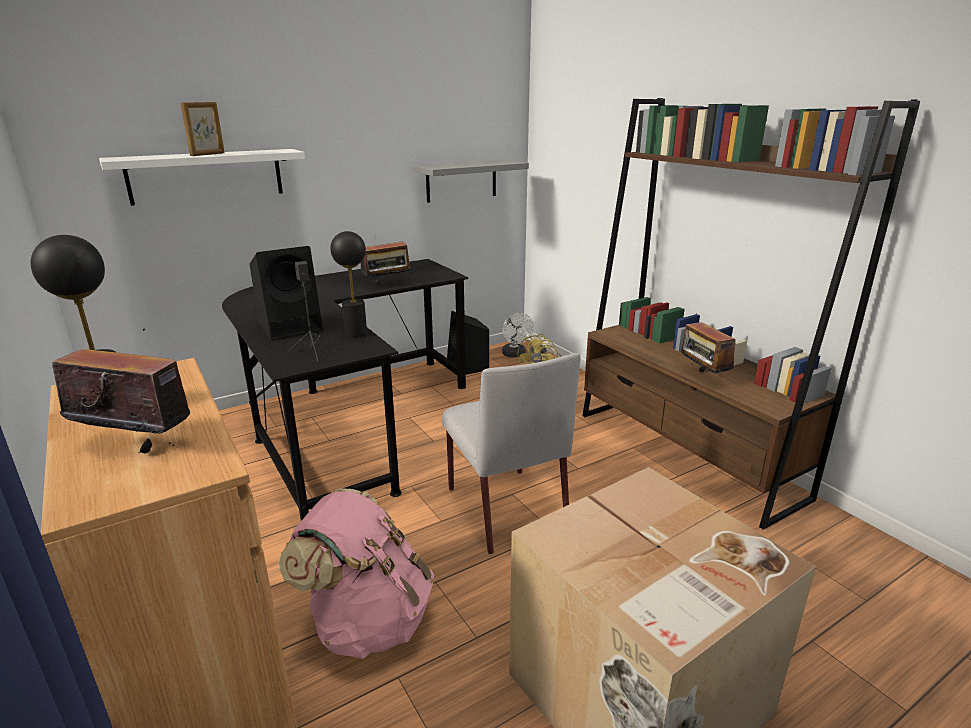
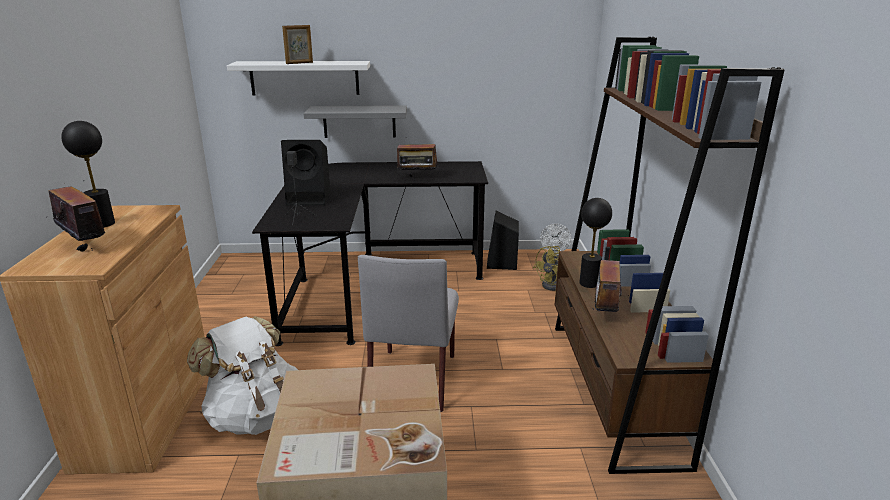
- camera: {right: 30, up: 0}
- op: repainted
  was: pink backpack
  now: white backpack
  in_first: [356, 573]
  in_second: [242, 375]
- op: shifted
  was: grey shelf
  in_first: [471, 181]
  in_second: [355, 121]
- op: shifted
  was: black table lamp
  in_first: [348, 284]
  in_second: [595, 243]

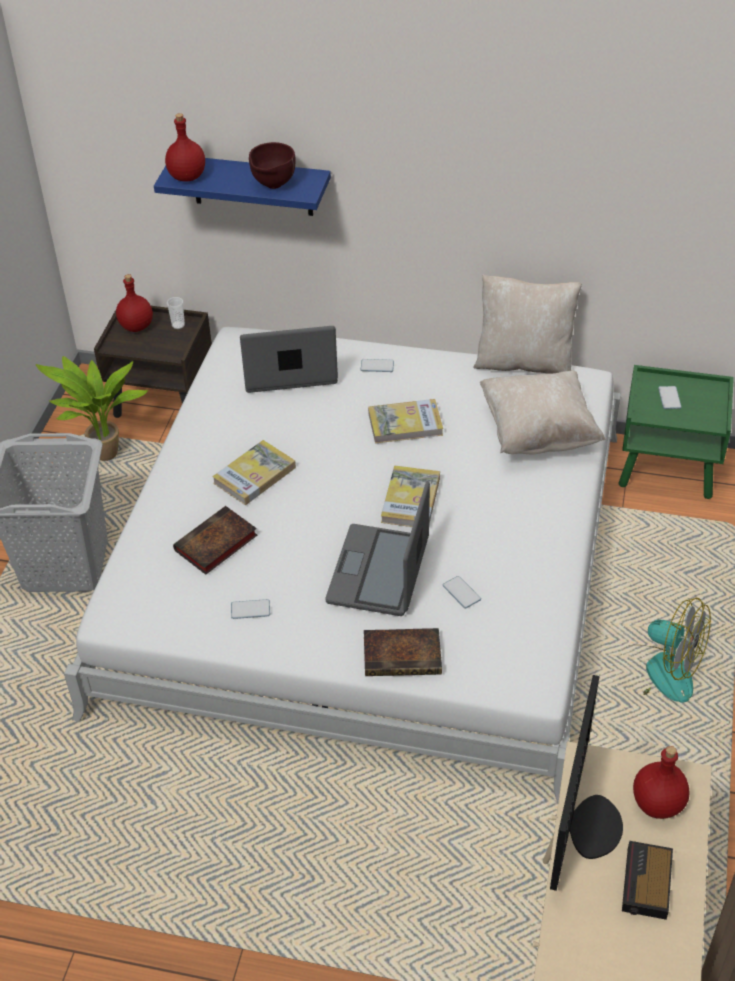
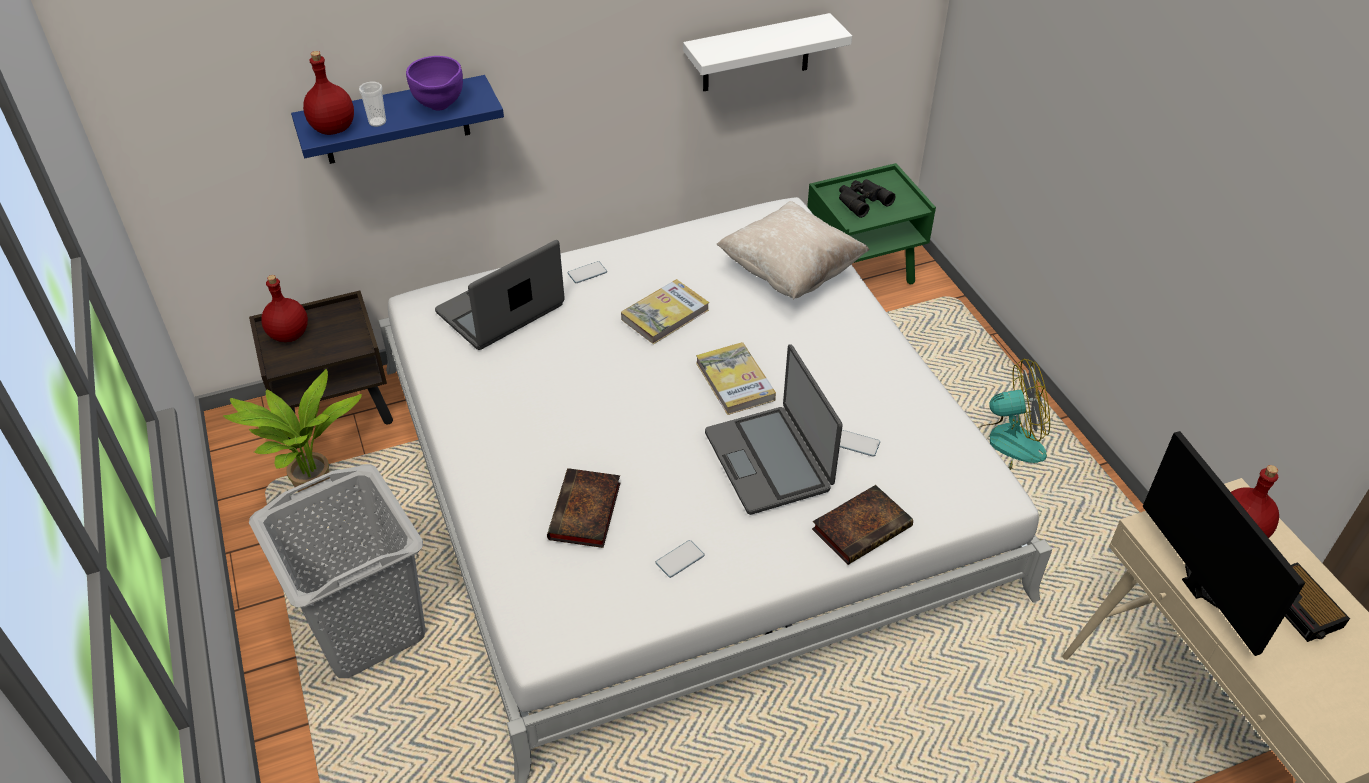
- camera: {right: -35, up: 0}
- op: shifted
  was: cup
  in_first: [176, 313]
  in_second: [372, 104]
- op: repainted
  was: brown bowl
  now: purple bowl
  in_first: [272, 165]
  in_second: [434, 83]
- op: new
  now: white shelf
  in_second: [767, 52]
- op: swapped
  was: phone
  now: black binoculars
  in_first: [670, 397]
  in_second: [867, 198]
- op: gone
  was: book
  in_first: [254, 472]
- op: gone
  was: beige pillow
  in_first: [527, 324]

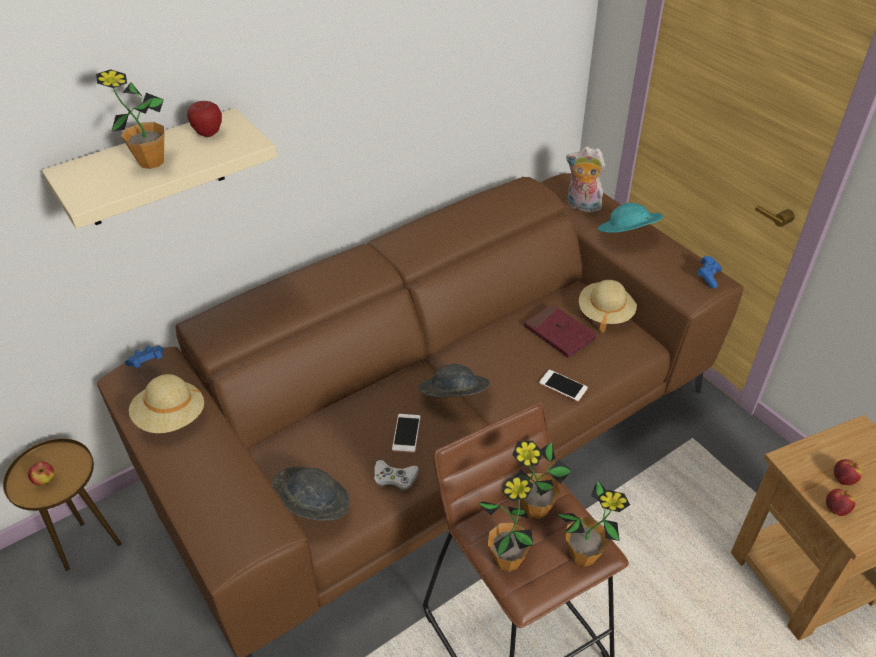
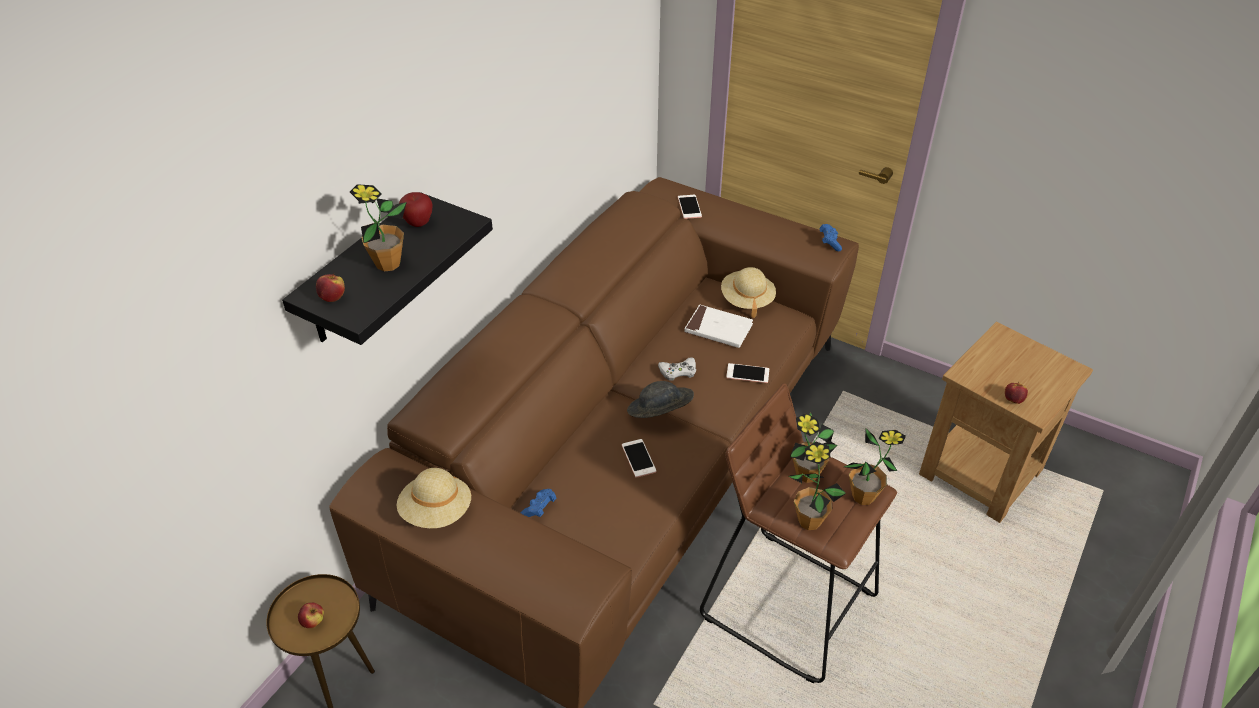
- camera: {right: -25, up: 0}
- op: repainted
  was: beige shelf
  now: black shelf
  in_first: [159, 168]
  in_second: [387, 268]
- op: shifted
  was: apple
  in_first: [848, 472]
  in_second: [330, 287]
- op: shifted
  was: blue game controller
  in_first: [144, 357]
  in_second: [538, 503]
- op: shifted
  was: white game controller
  in_first: [396, 475]
  in_second: [677, 369]
- op: swapped
  was: plush toy
  now: phone
  in_first: [585, 179]
  in_second: [690, 207]
- op: repainted
  was: red book
  now: white book
  in_first: [560, 331]
  in_second: [718, 326]
- op: gone
  was: grey hat
  in_first: [311, 494]
- op: gone
  was: turquoise hat
  in_first: [630, 218]

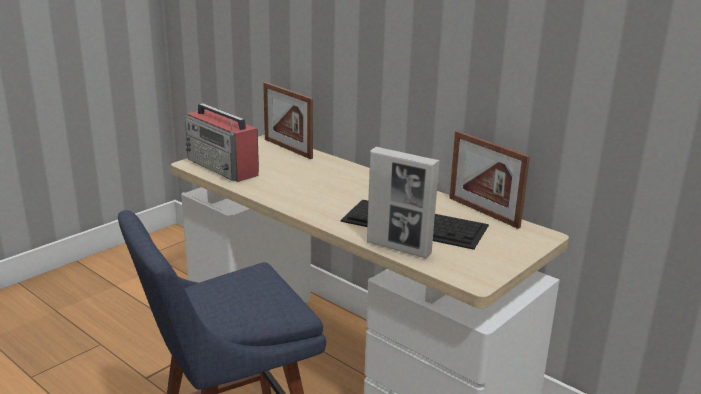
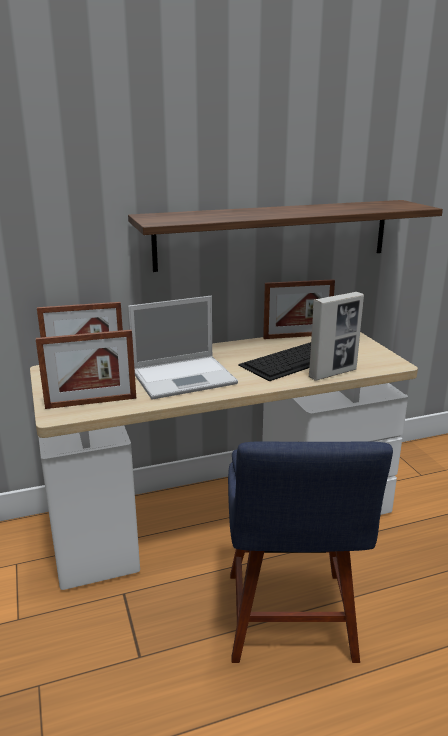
- camera: {right: -60, up: 0}
- op: swapped
  was: radio
  now: picture frame
  in_first: [222, 142]
  in_second: [86, 369]
- op: new
  now: shelf
  in_second: [285, 236]
- op: new
  now: laptop
  in_second: [183, 348]

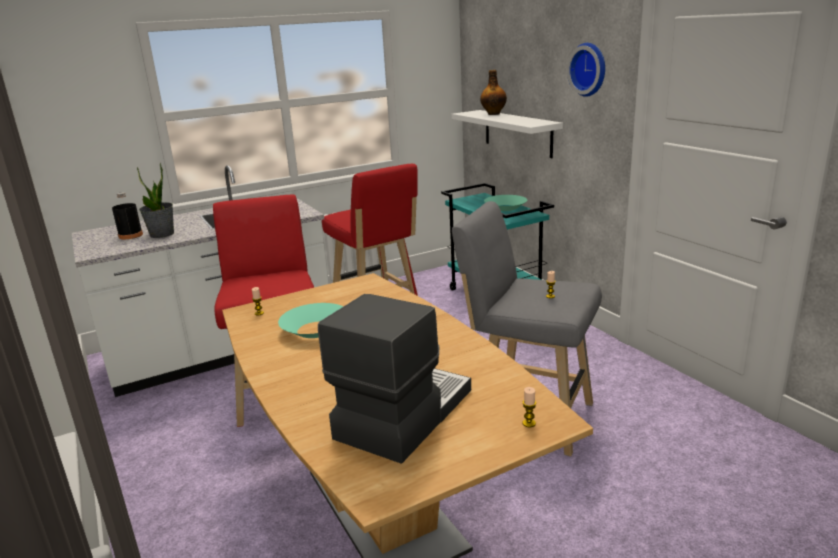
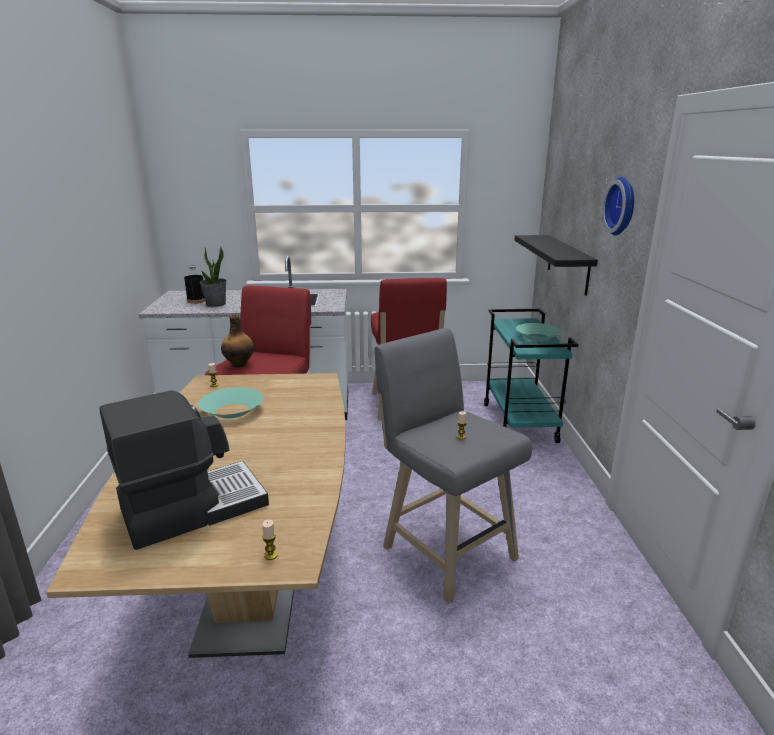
- camera: {right: 25, up: 0}
- op: shifted
  was: bottle
  in_first: [493, 92]
  in_second: [237, 341]
- op: repainted
  was: white shelf
  now: black shelf
  in_first: [507, 134]
  in_second: [556, 265]

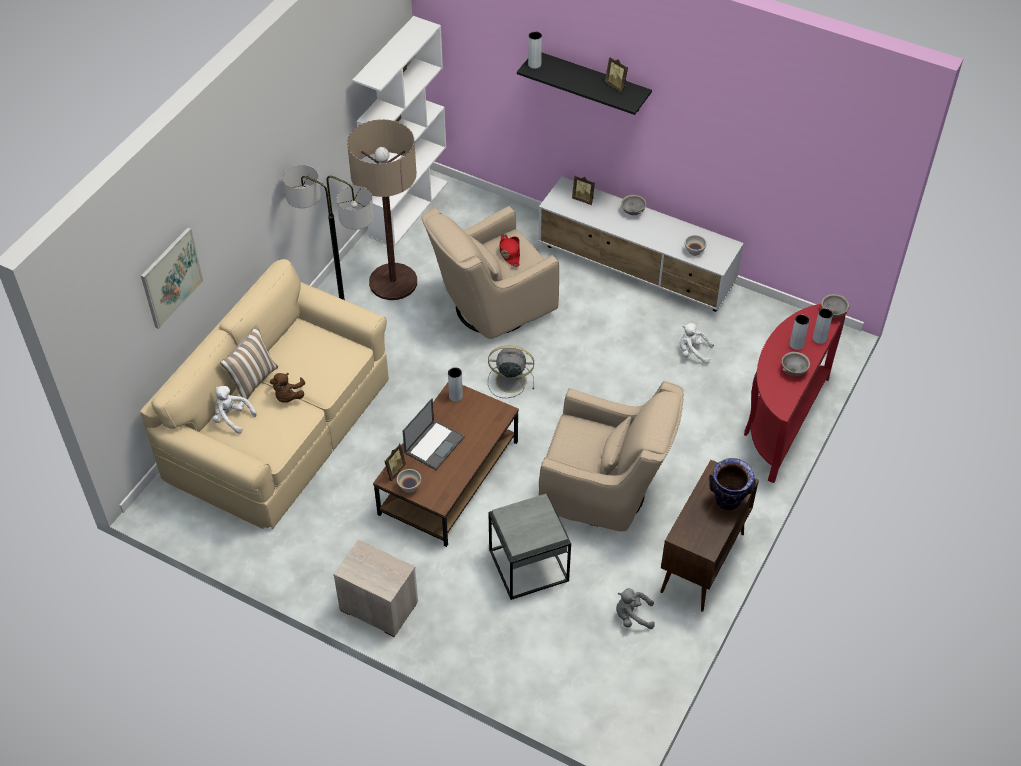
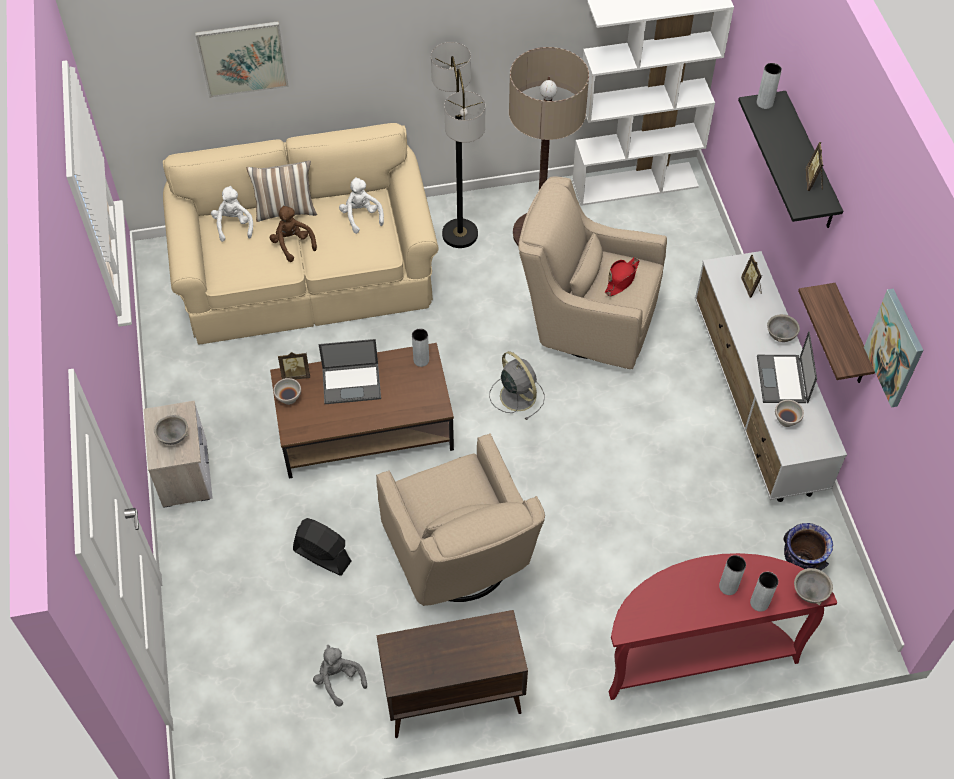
- camera: {right: 50, up: 5}
- op: shifted
  was: grey bowl
  in_first: [796, 364]
  in_second: [171, 430]
- op: rotated
  was: brown plush toy
  in_first: [287, 388]
  in_second: [293, 233]
  clockwise: 90
- op: swapped
  was: grey side table
  now: black fan
  in_first: [529, 547]
  in_second: [322, 547]
- op: shifted
  was: white plush toy
  in_first: [696, 343]
  in_second: [361, 205]
- op: new
  now: laptop
  in_second: [787, 367]
- op: shifted
  was: vase
  in_first: [732, 484]
  in_second: [808, 546]
- op: new
  now: shelf
  in_second: [836, 333]
- op: new
  now: picture
  in_second: [894, 348]

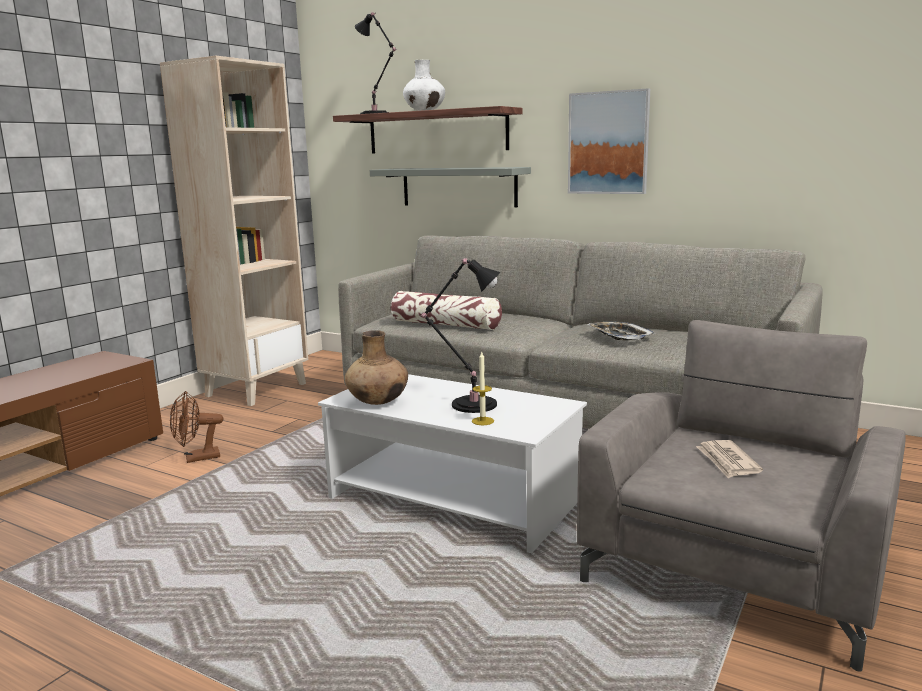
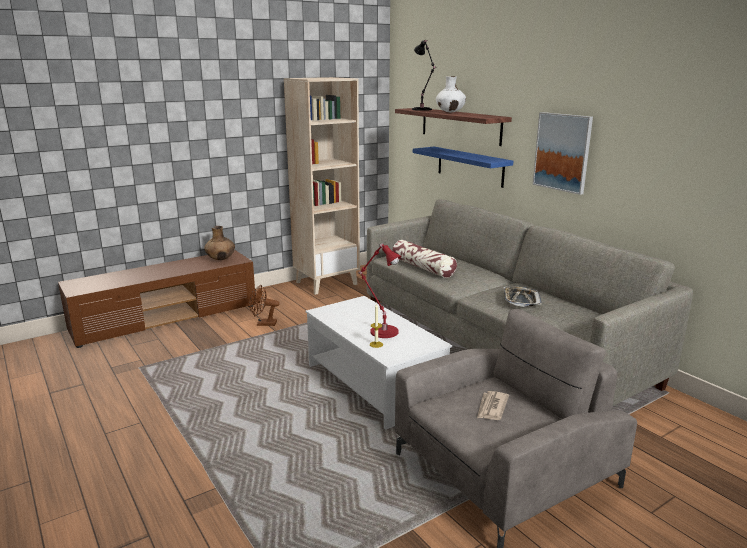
- camera: {right: 25, up: 5}
- op: shifted
  was: brown vase
  in_first: [376, 367]
  in_second: [219, 243]
- op: repainted
  was: black table lamp
  now: red table lamp
  in_first: [460, 335]
  in_second: [379, 291]
- op: repainted
  was: grey shelf
  now: blue shelf
  in_first: [450, 187]
  in_second: [463, 167]

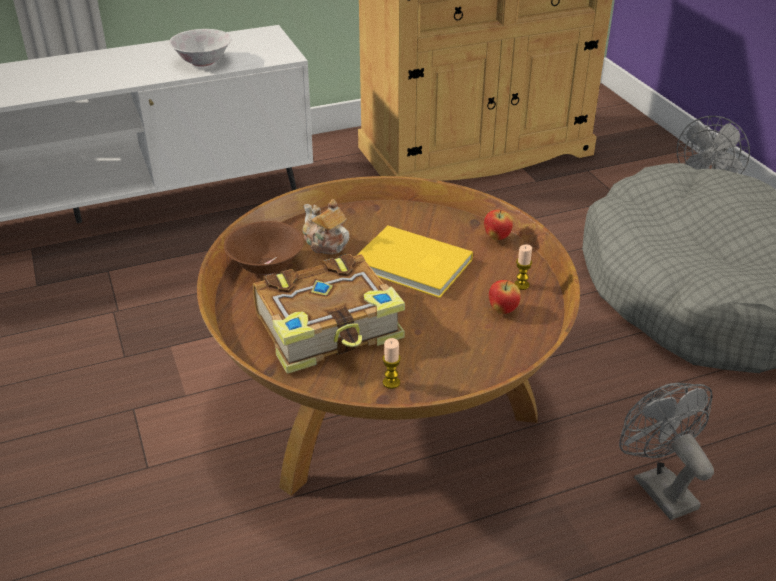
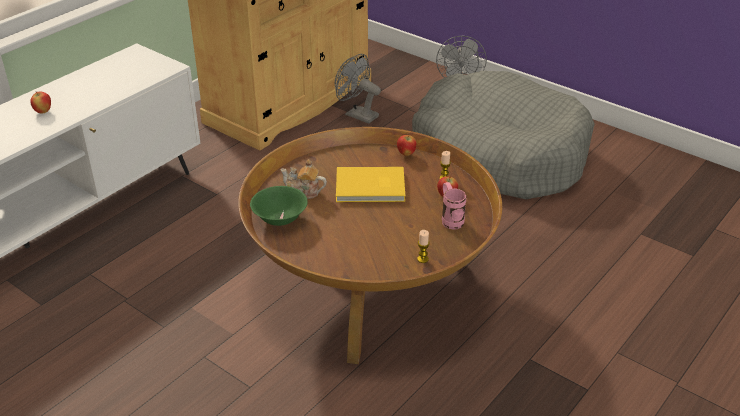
- camera: {right: -30, up: 0}
- op: new
  now: apple
  in_second: [40, 102]
- op: repainted
  was: brown bowl
  now: green bowl
  in_first: [264, 248]
  in_second: [279, 206]
- op: shifted
  was: grey fan
  in_first: [666, 451]
  in_second: [358, 89]
- op: new
  now: pink mug
  in_second: [454, 206]
- op: gone
  was: white bowl
  in_first: [200, 48]
- op: gone
  was: book
  in_first: [329, 314]

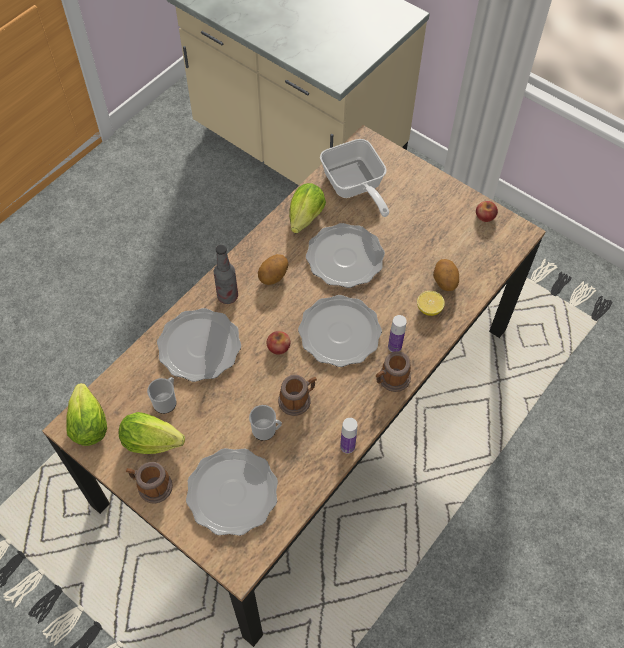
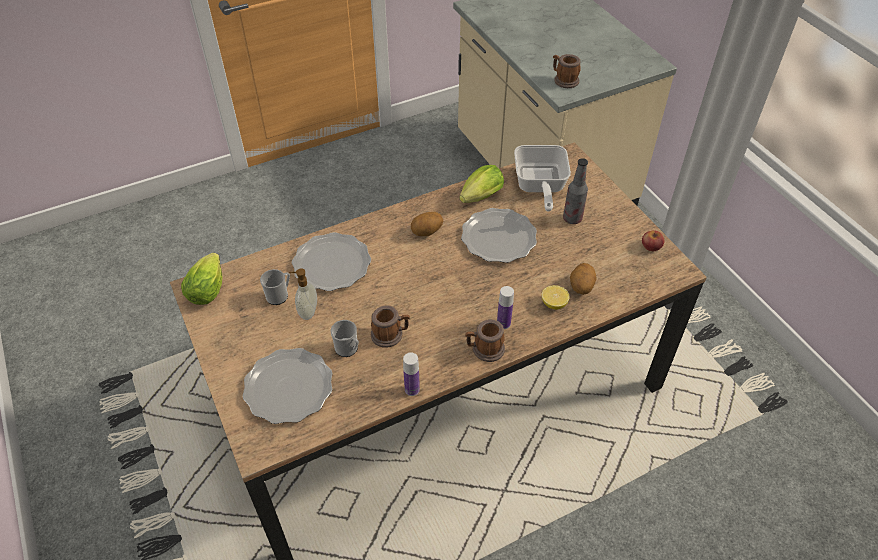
- camera: {right: 25, up: -10}
- op: new
  now: soap dispenser
  in_second: [303, 294]
- op: shifted
  was: mug
  in_first: [149, 483]
  in_second: [567, 71]
- op: shifted
  was: bottle
  in_first: [226, 274]
  in_second: [575, 191]
- op: gone
  was: lettuce
  in_first: [152, 433]
- op: gone
  was: apple
  in_first: [278, 343]
- op: gone
  was: plate
  in_first: [340, 331]

